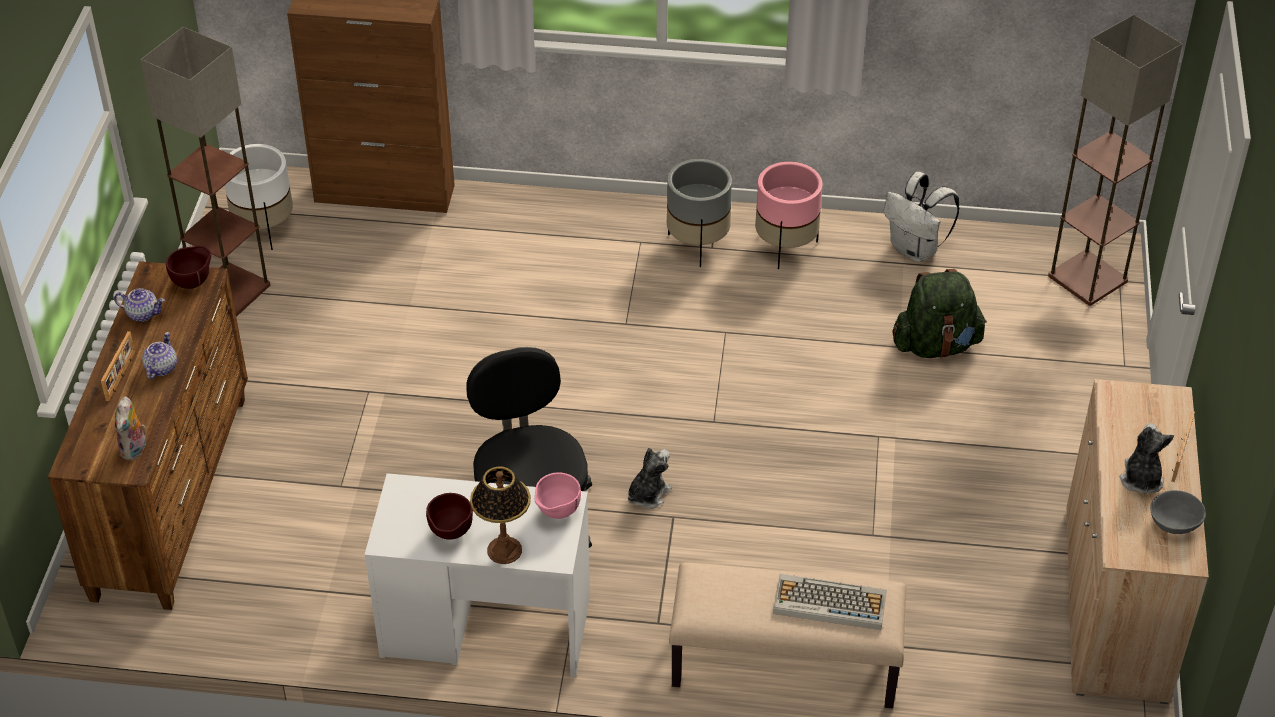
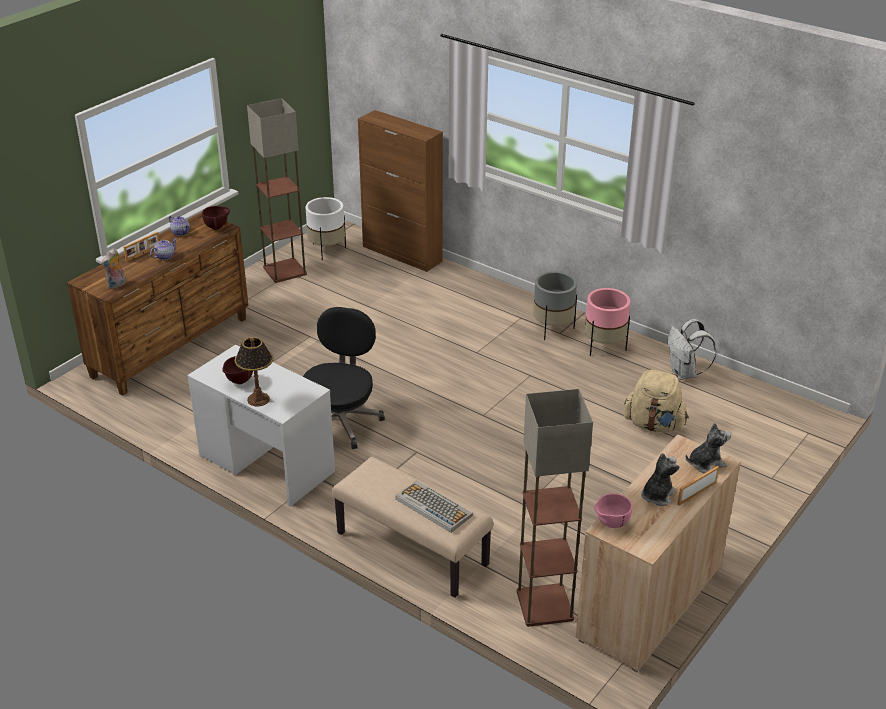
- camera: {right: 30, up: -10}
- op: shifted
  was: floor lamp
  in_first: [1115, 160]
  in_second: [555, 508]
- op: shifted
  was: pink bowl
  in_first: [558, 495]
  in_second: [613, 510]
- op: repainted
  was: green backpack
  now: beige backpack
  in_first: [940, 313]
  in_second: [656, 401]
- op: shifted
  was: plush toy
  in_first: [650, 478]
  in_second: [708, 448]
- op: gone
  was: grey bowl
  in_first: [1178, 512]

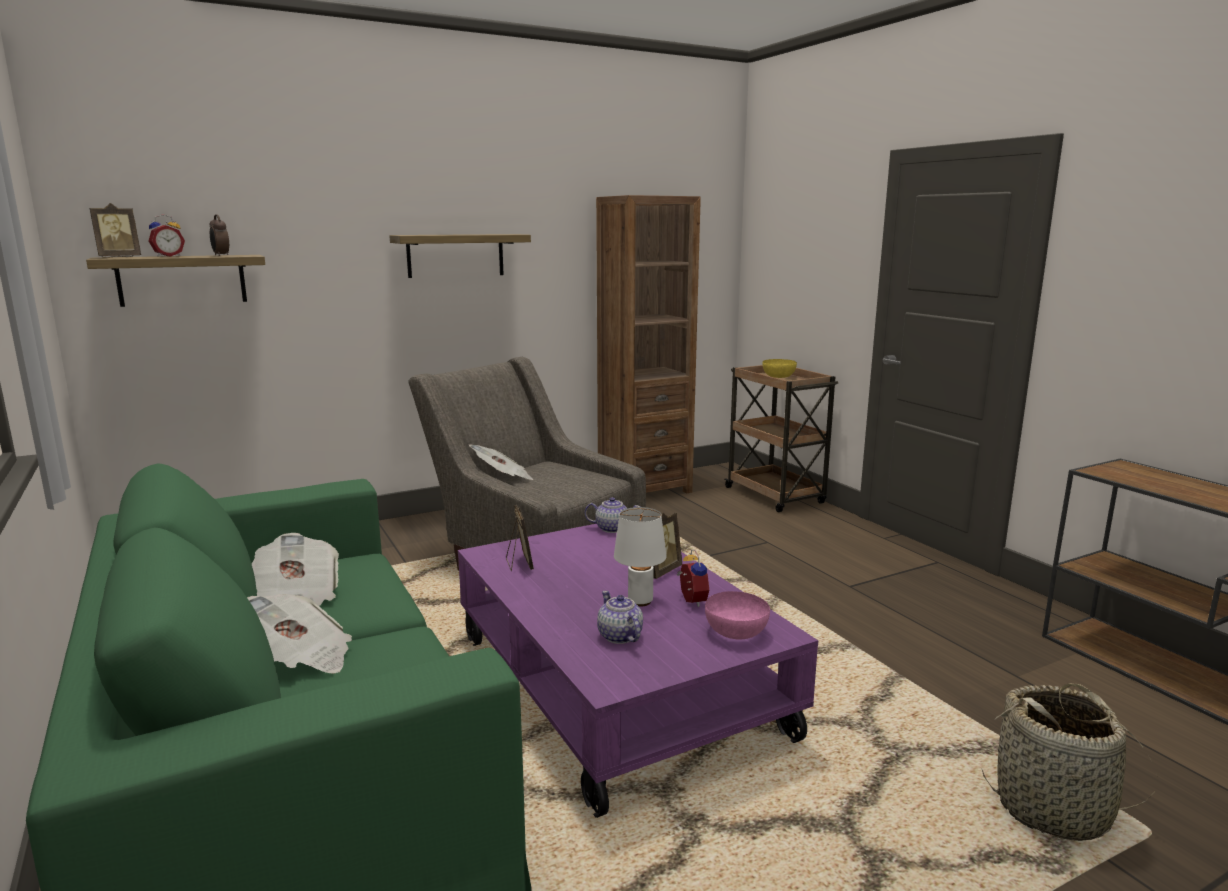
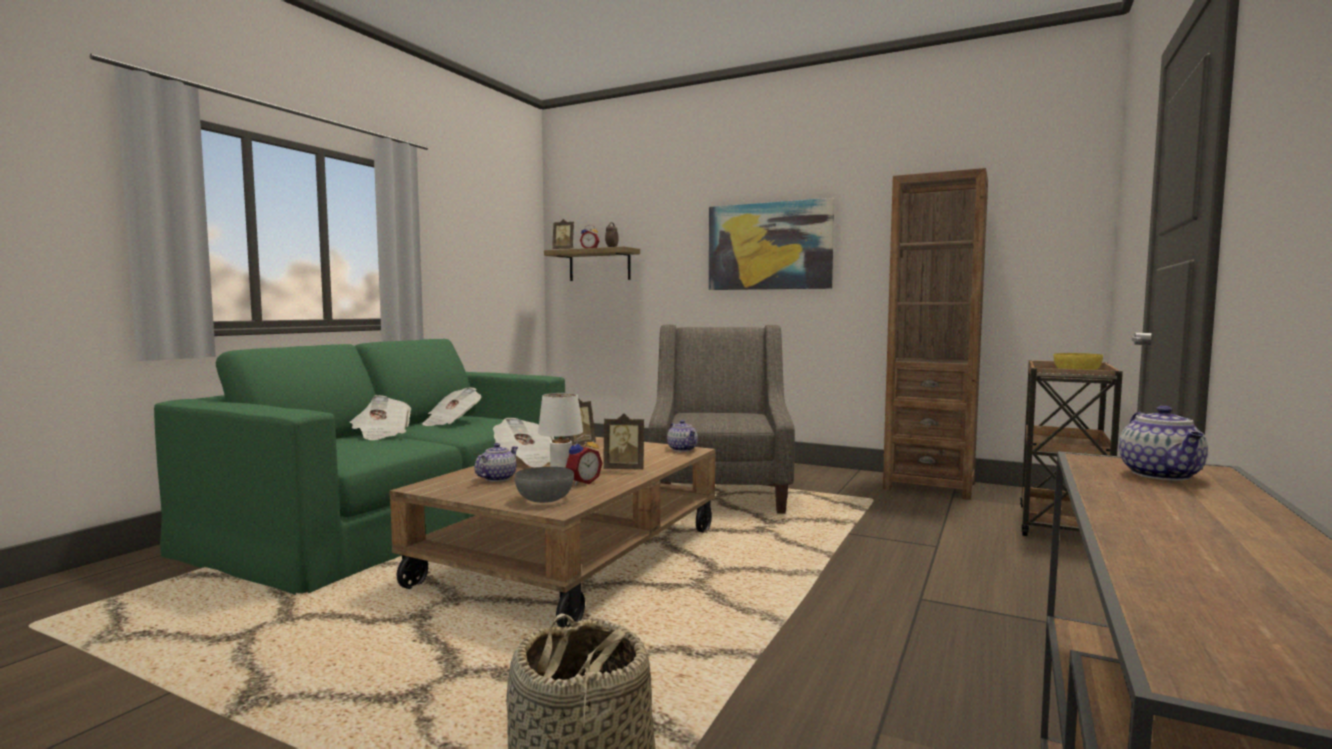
- camera: {right: 55, up: -10}
- op: repainted
  was: purple coffee table
  now: brown coffee table
  in_first: [638, 671]
  in_second: [552, 532]
- op: shifted
  was: newspaper
  in_first: [501, 462]
  in_second: [523, 442]
- op: repainted
  was: pink bowl
  now: grey bowl
  in_first: [737, 615]
  in_second: [544, 485]
- op: swapped
  was: shelf
  now: picture
  in_first: [460, 256]
  in_second: [771, 244]
- op: new
  now: teapot
  in_second: [1163, 443]

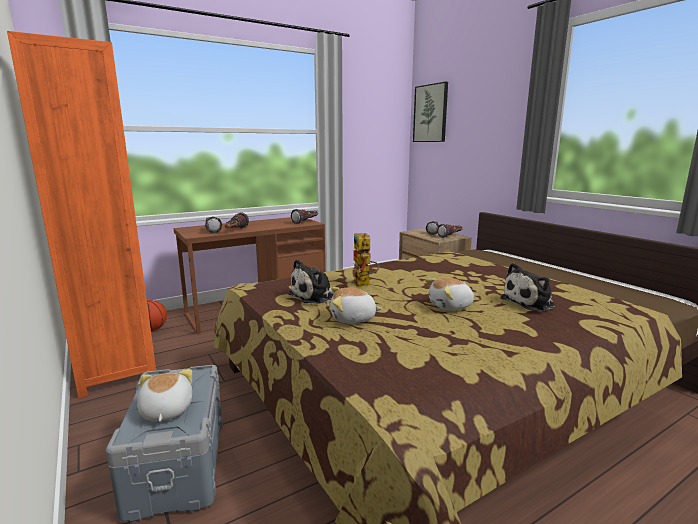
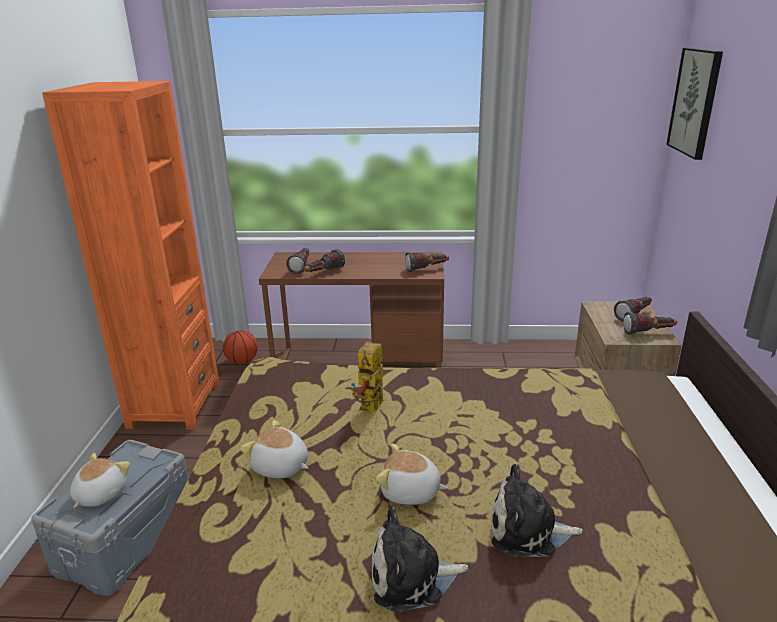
- camera: {right: 35, up: 10}
- op: shifted
  was: plush toy
  in_first: [311, 281]
  in_second: [420, 559]

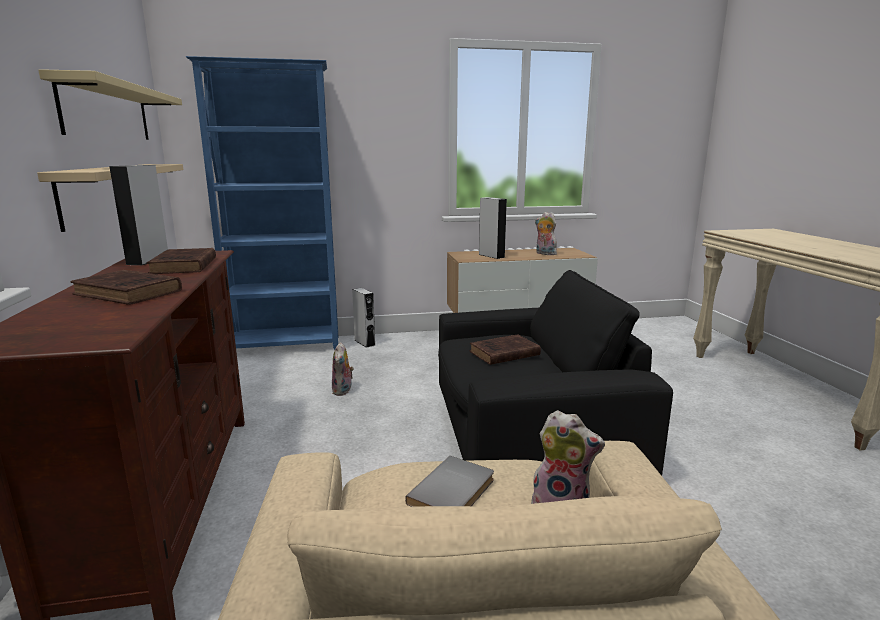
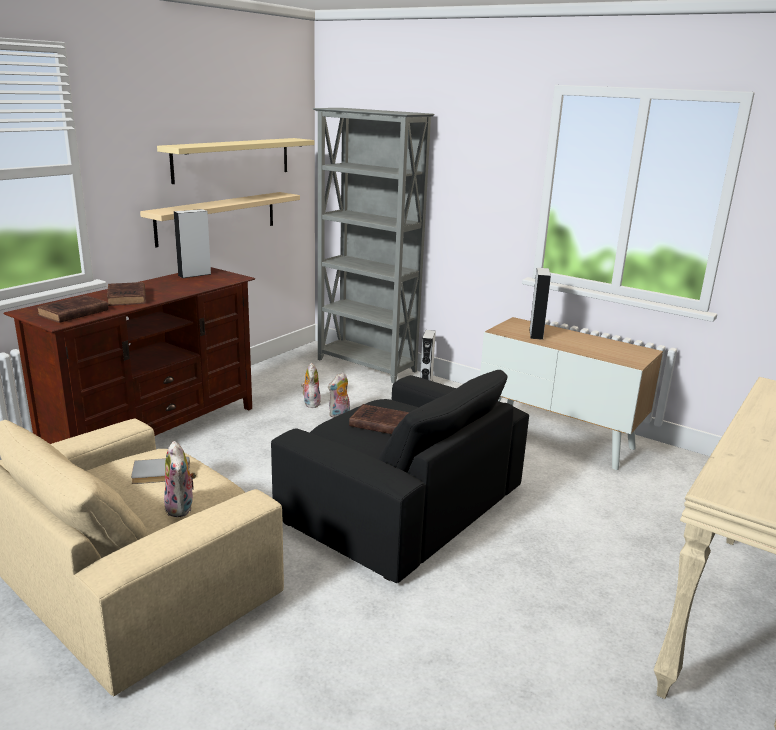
- camera: {right: 45, up: 5}
- op: shifted
  was: brown book
  in_first: [181, 261]
  in_second: [72, 309]
- op: shifted
  was: plush toy
  in_first: [546, 233]
  in_second: [311, 385]
- op: repainted
  was: blue bookcase
  now: grey bookcase
  in_first: [262, 203]
  in_second: [374, 245]

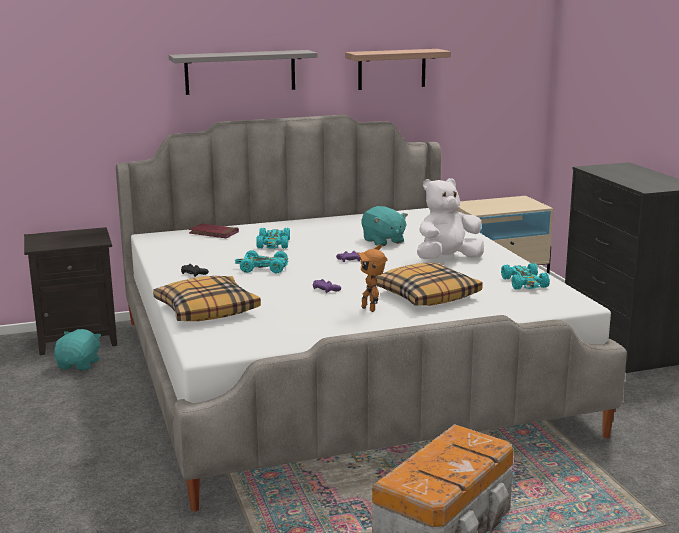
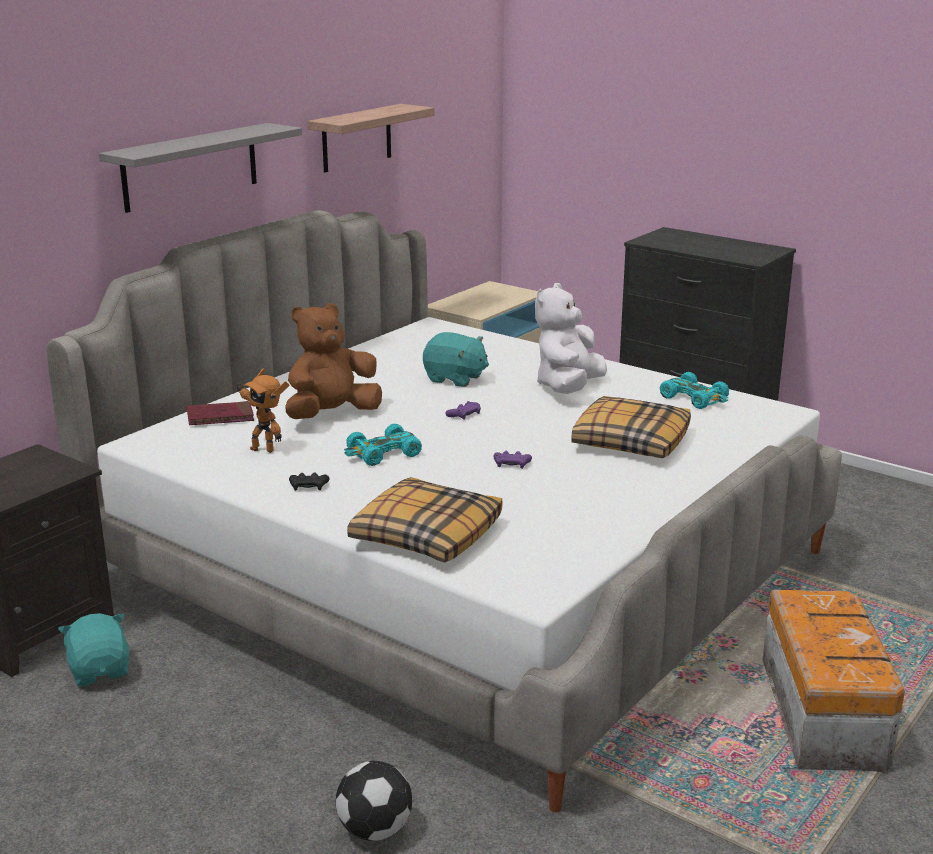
- camera: {right: -35, up: 5}
- op: shifted
  was: toy robot
  in_first: [372, 278]
  in_second: [262, 410]
- op: swapped
  was: turquoise toy car
  now: brown plush toy
  in_first: [273, 238]
  in_second: [333, 361]
- op: new
  now: football
  in_second: [373, 801]

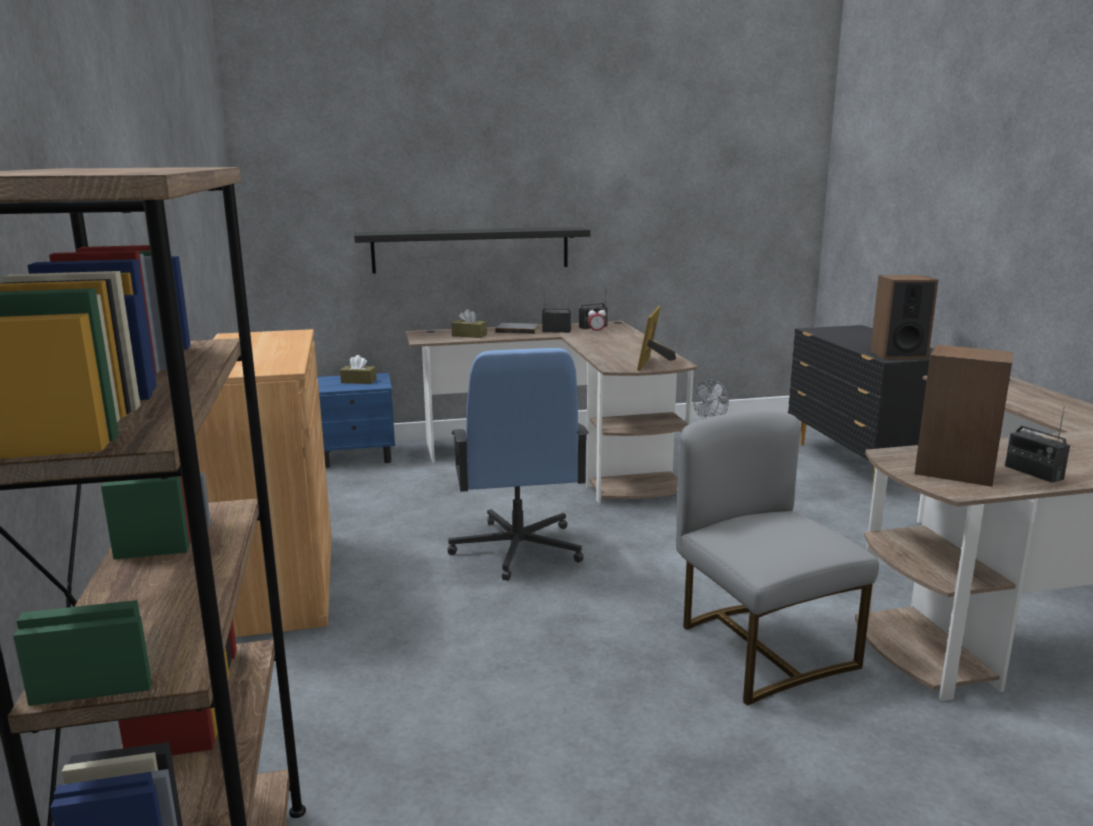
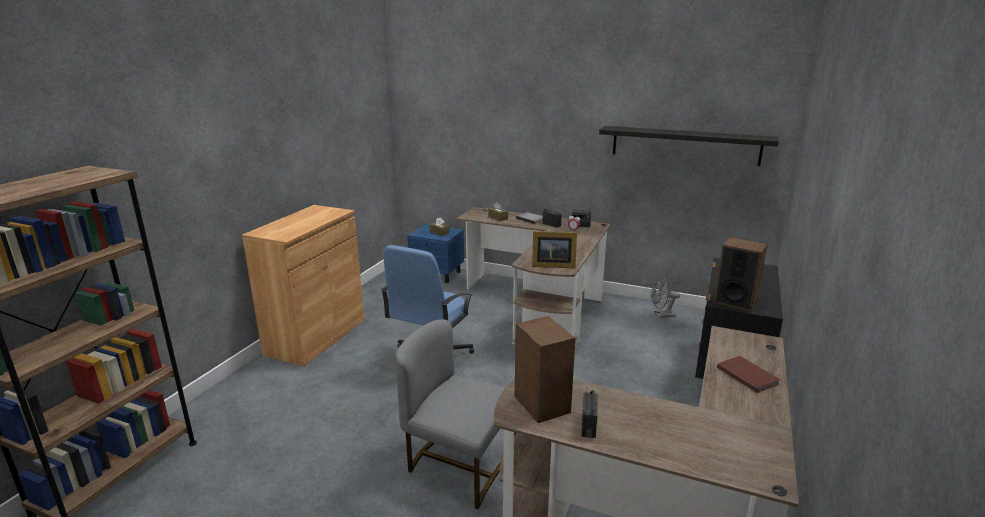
- camera: {right: 35, up: 5}
- op: rotated
  was: grey chair
  in_first: [777, 558]
  in_second: [455, 414]
  clockwise: -75
- op: rotated
  was: picture frame
  in_first: [656, 338]
  in_second: [554, 249]
  clockwise: -135
- op: shifted
  was: black shelf
  in_first: [472, 250]
  in_second: [689, 146]
- op: new
  now: brown book
  in_second: [749, 374]

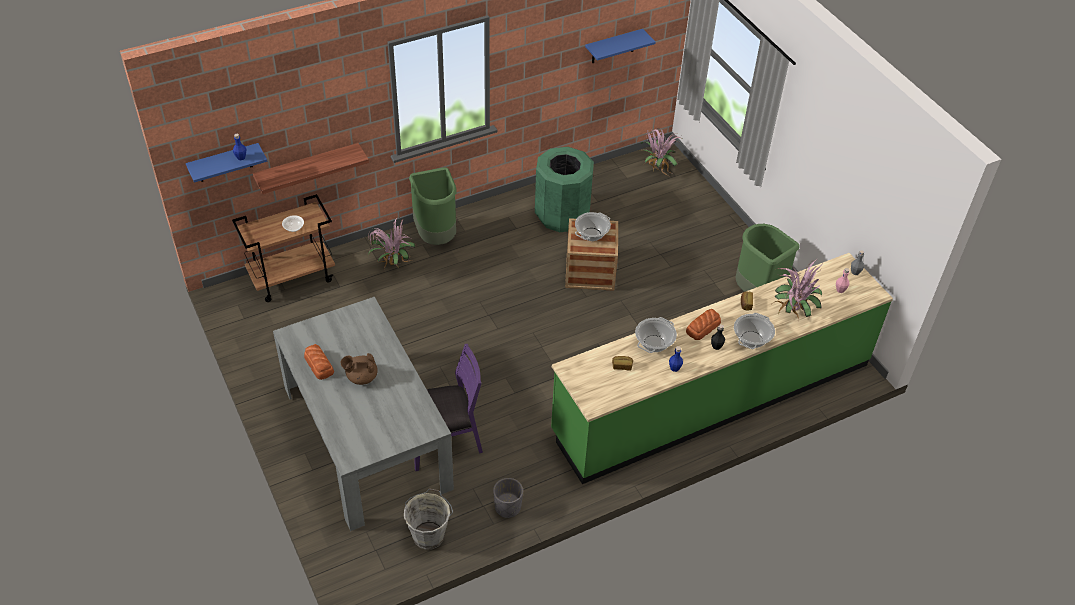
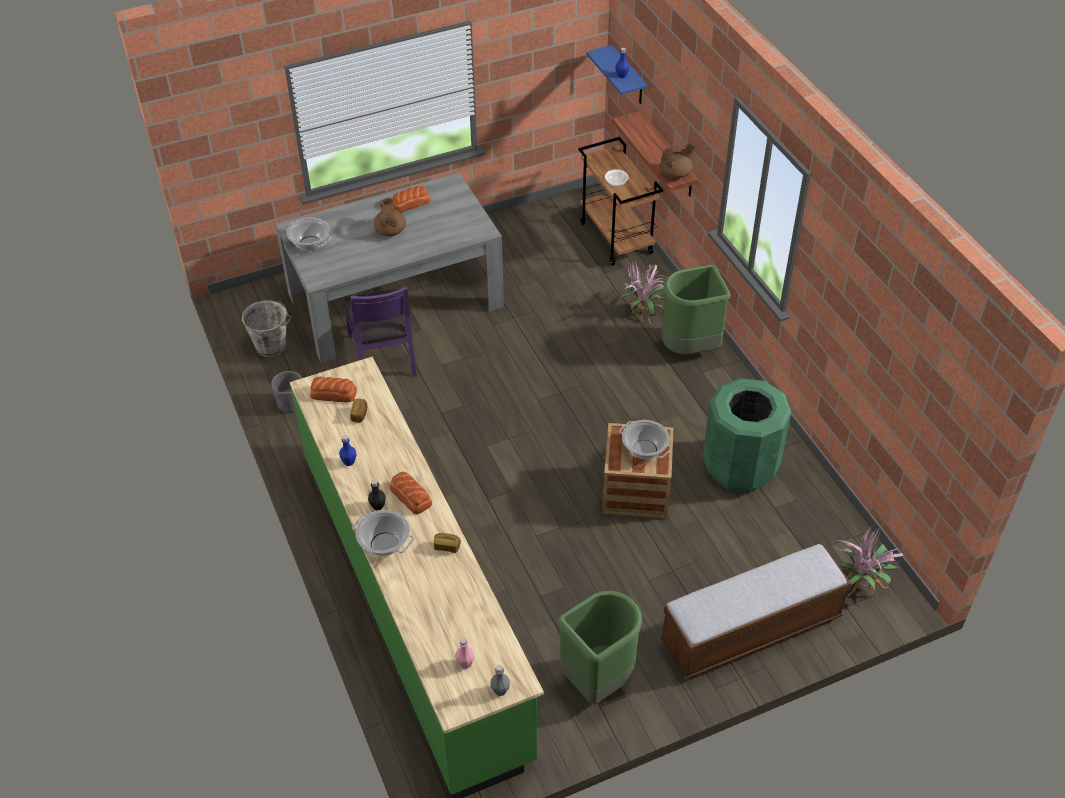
- camera: {right: 95, up: 0}
- op: shifted
  was: cooking pot
  in_first: [656, 335]
  in_second: [308, 234]
- op: new
  now: bread
  in_second: [333, 389]
- op: new
  now: brown teapot
  in_second: [678, 161]
- op: new
  now: bench
  in_second: [756, 612]
- op: gone
  was: blue shelf
  in_first: [620, 46]
- op: gone
  was: potted plant
  in_first: [797, 289]

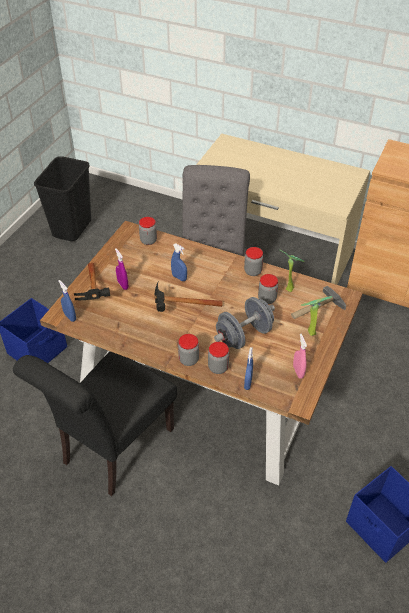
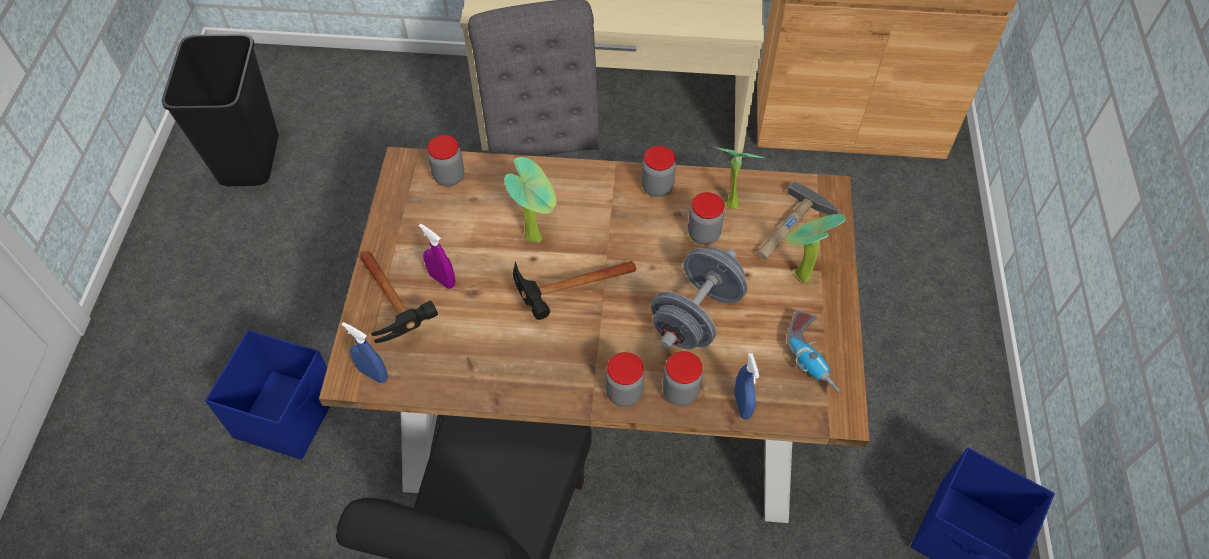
- camera: {right: -20, up: 10}
- op: swapped
  was: blue spray bottle
  now: potted plant
  in_first: [179, 262]
  in_second: [530, 200]
- op: swapped
  was: pink spray bottle
  now: power drill
  in_first: [300, 356]
  in_second: [813, 351]

